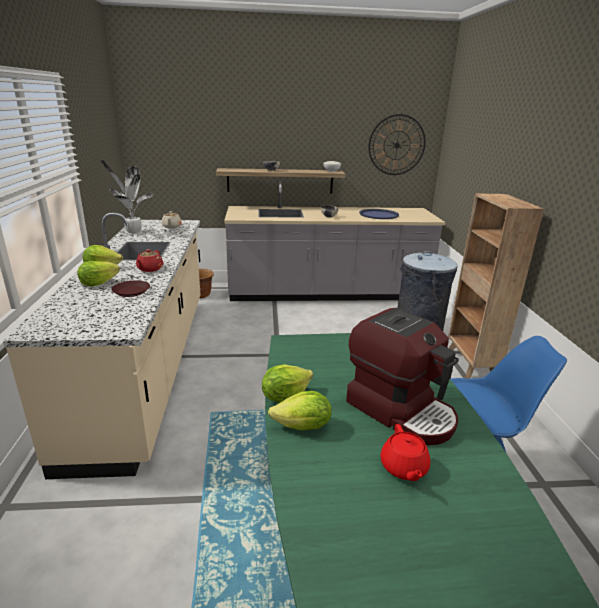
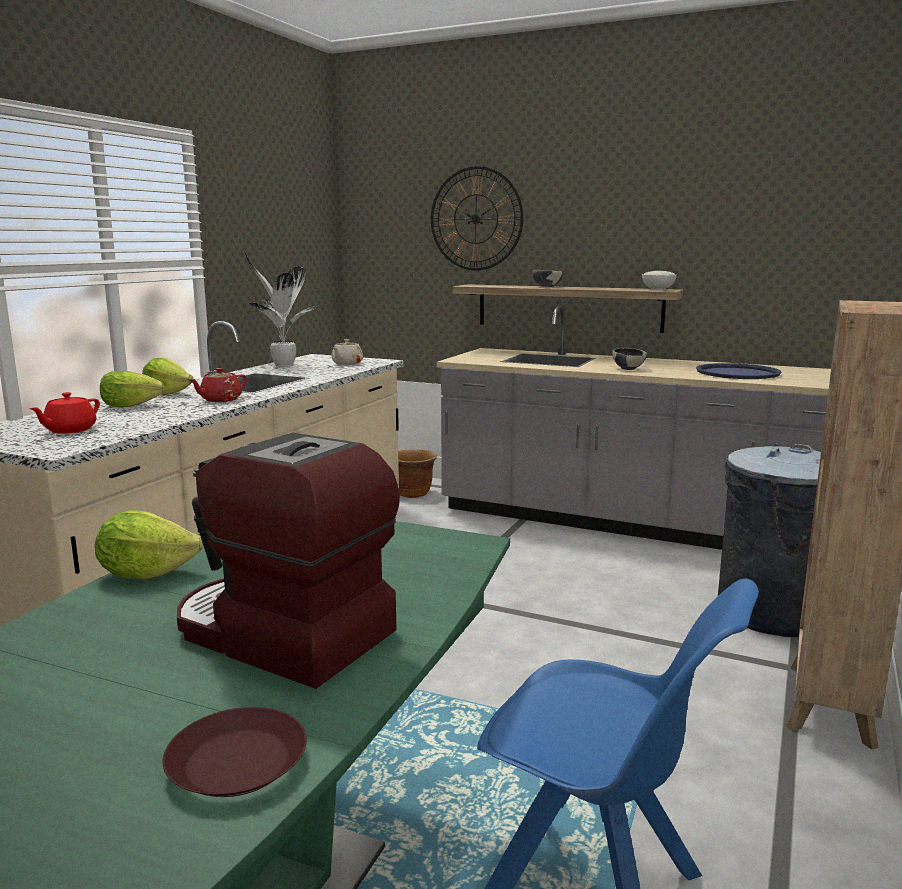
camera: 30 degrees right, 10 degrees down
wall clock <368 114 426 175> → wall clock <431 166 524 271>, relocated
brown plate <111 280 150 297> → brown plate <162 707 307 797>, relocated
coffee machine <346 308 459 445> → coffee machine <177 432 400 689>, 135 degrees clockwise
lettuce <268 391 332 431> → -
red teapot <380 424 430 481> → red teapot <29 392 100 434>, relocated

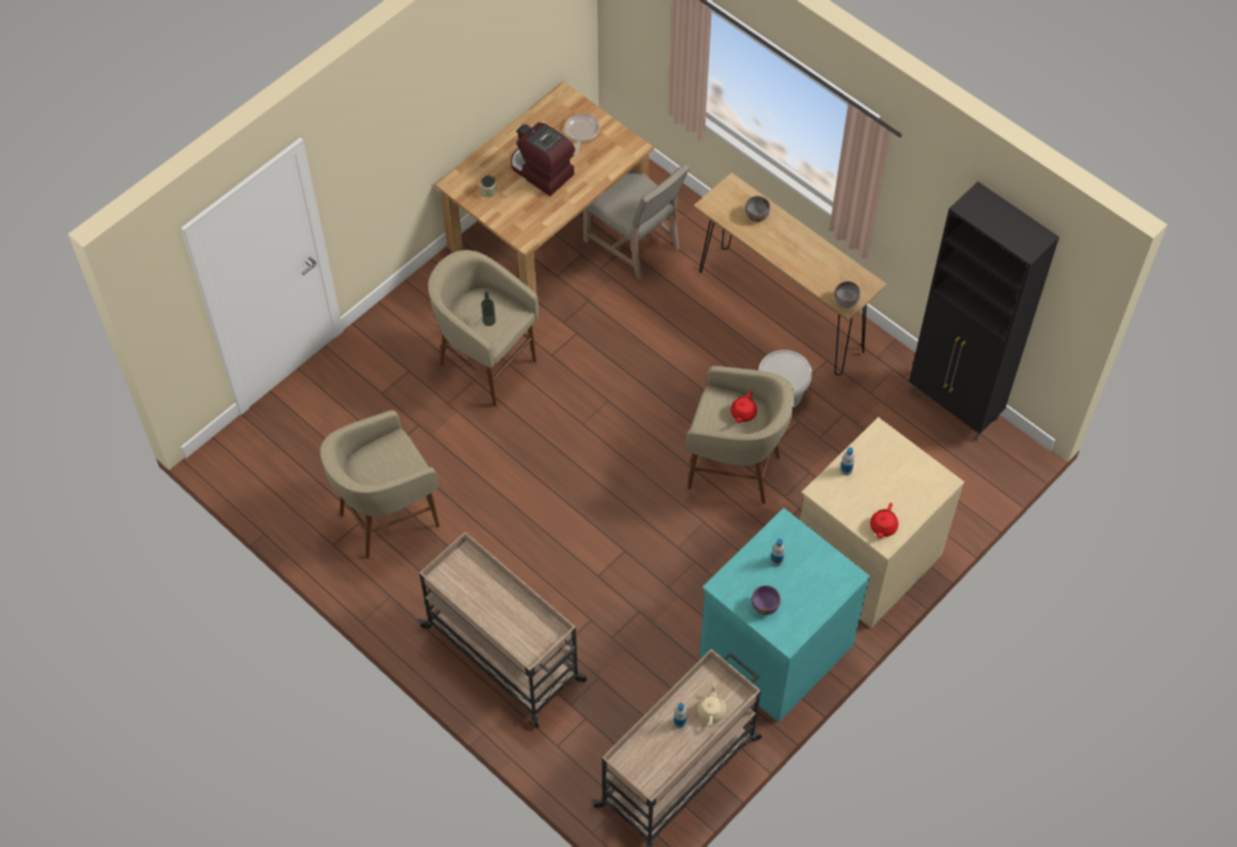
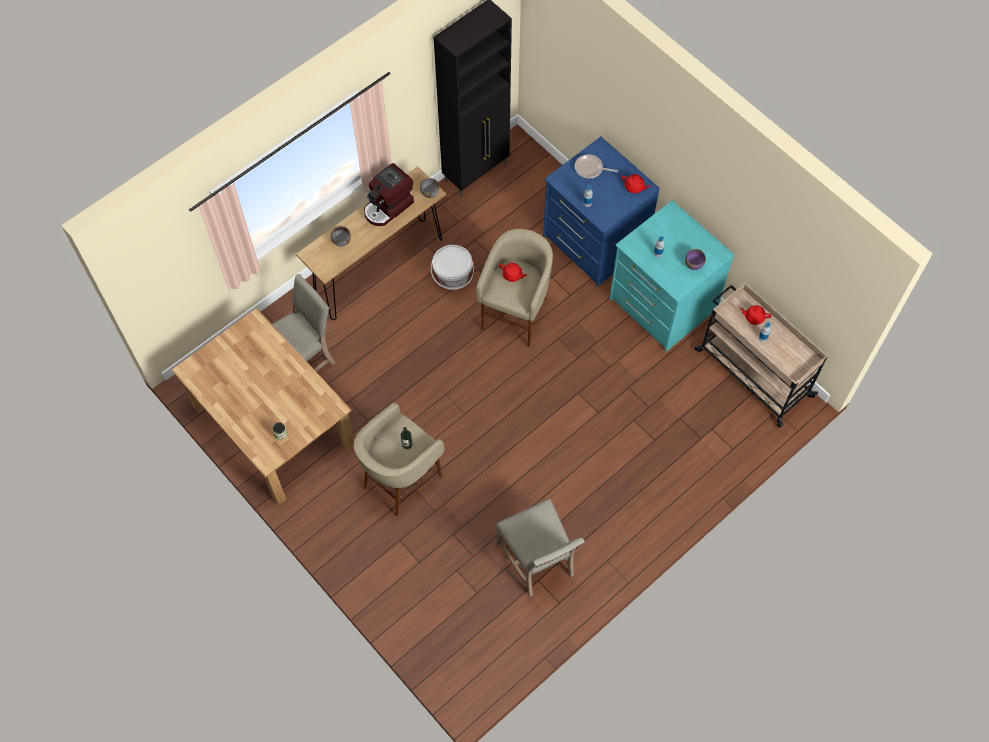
camera: 85 degrees left, 5 degrees up
frying pan <564 114 600 156> → frying pan <575 154 618 178>, relocated
coffee machine <511 122 575 196> → coffee machine <364 163 414 226>, relocated
beige stool <320 410 440 559> → beige chair <496 498 585 597>
beige dresser <800 417 964 628> → blue dresser <543 136 660 287>
beige cart <418 532 587 728> → -
beige teapot <697 681 726 727> → red teapot <740 305 772 325>

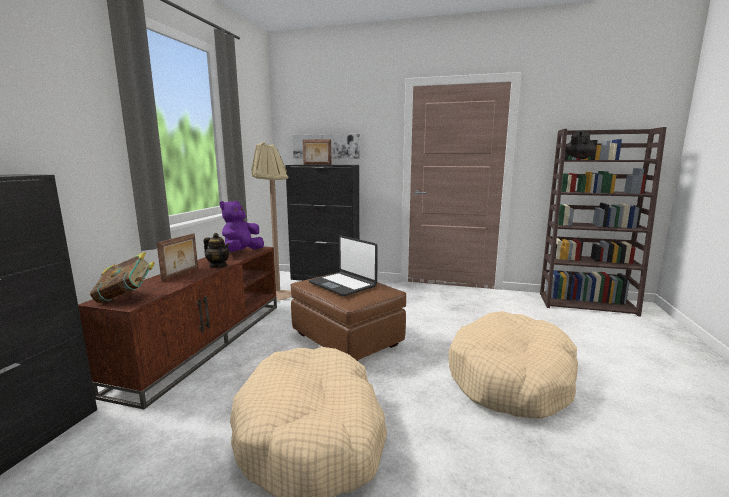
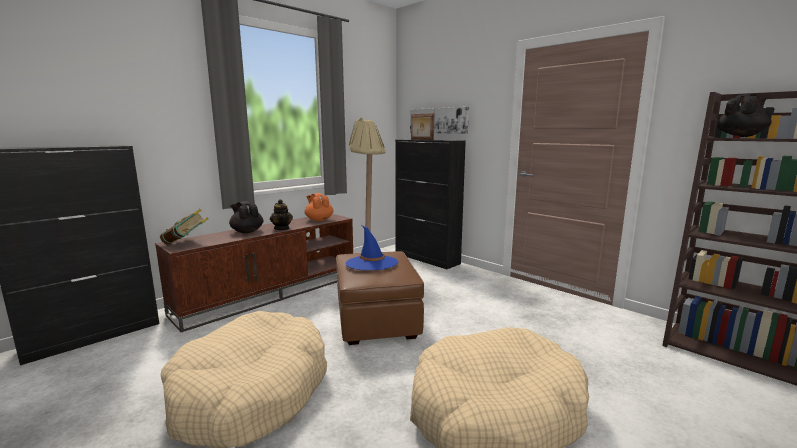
camera: 30 degrees right, 0 degrees up
purple plush toy <219 201 264 252> → orange teapot <304 193 334 221>
picture frame <156 233 198 281> → black teapot <229 201 264 233>
laptop <309 235 378 296> → blue hat <346 225 398 270>

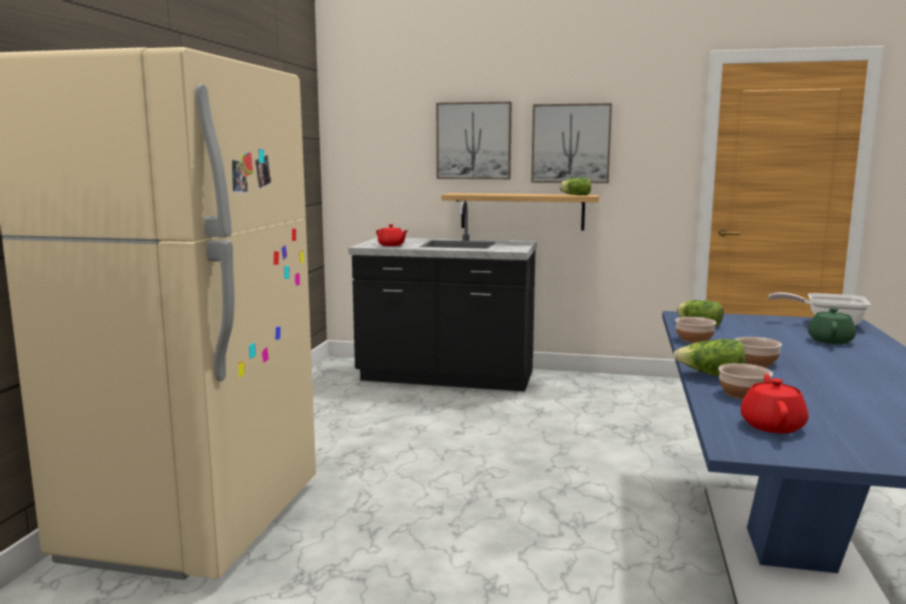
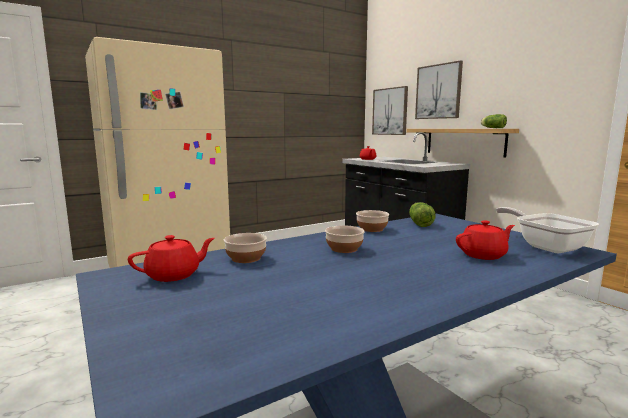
camera: 45 degrees right, 0 degrees up
picture <531 103 612 183> → picture <372 86 408 135>, relocated
green teapot <808 308 856 344> → red teapot <456 220 515 260>
lettuce <673 339 746 377> → -

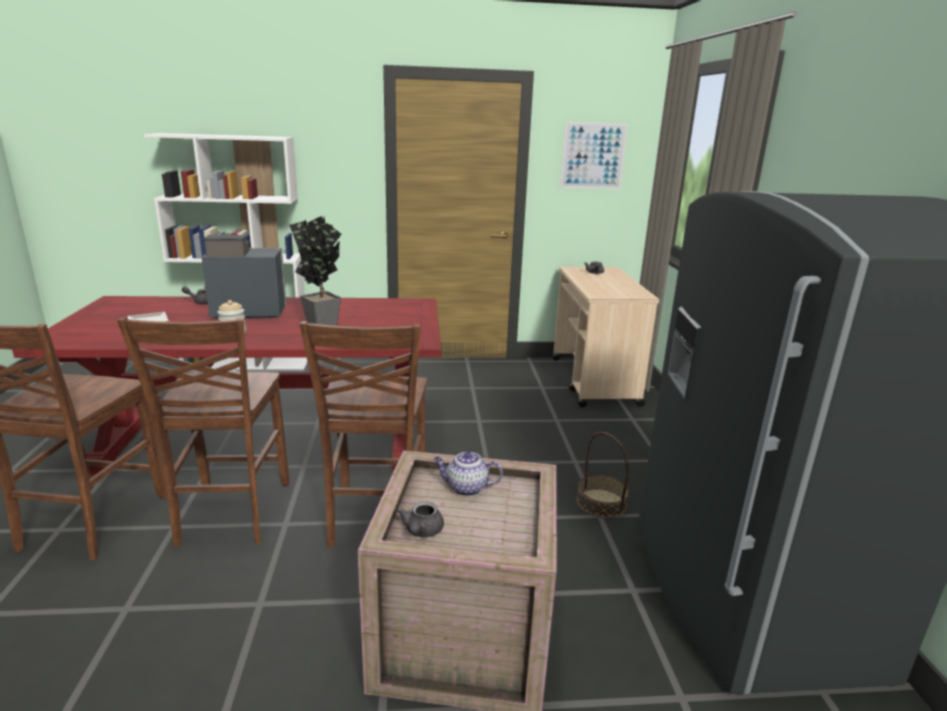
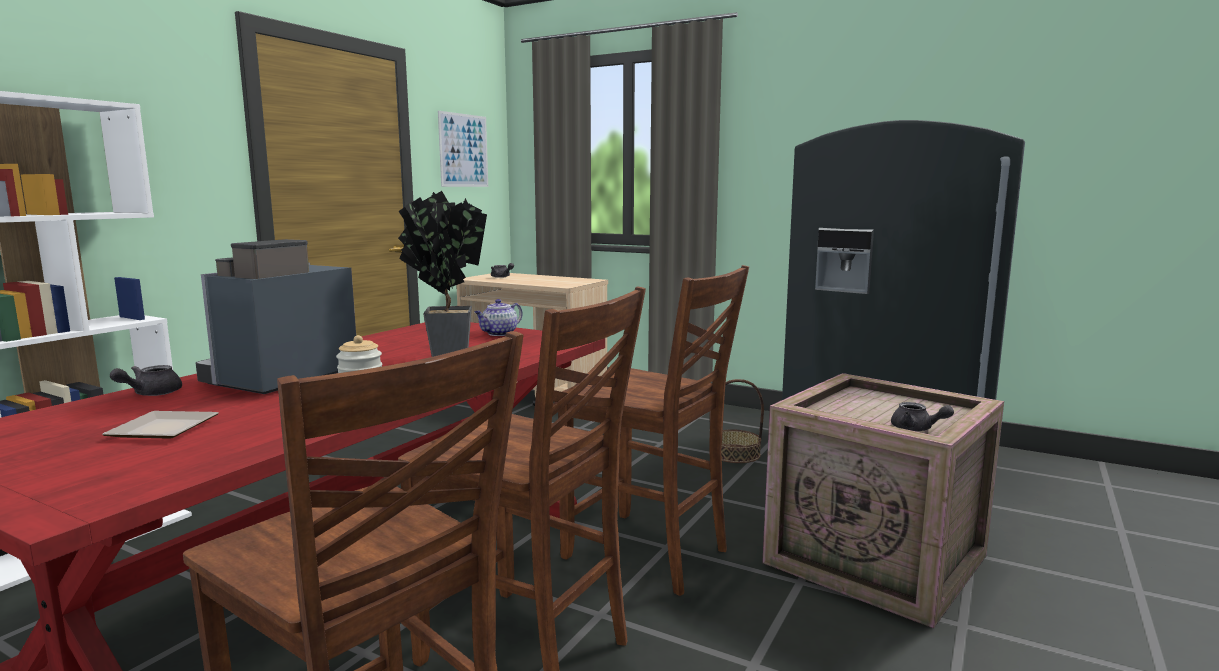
camera: 55 degrees left, 10 degrees down
teapot <434 451 503 496> → teapot <475 299 523 336>, relocated

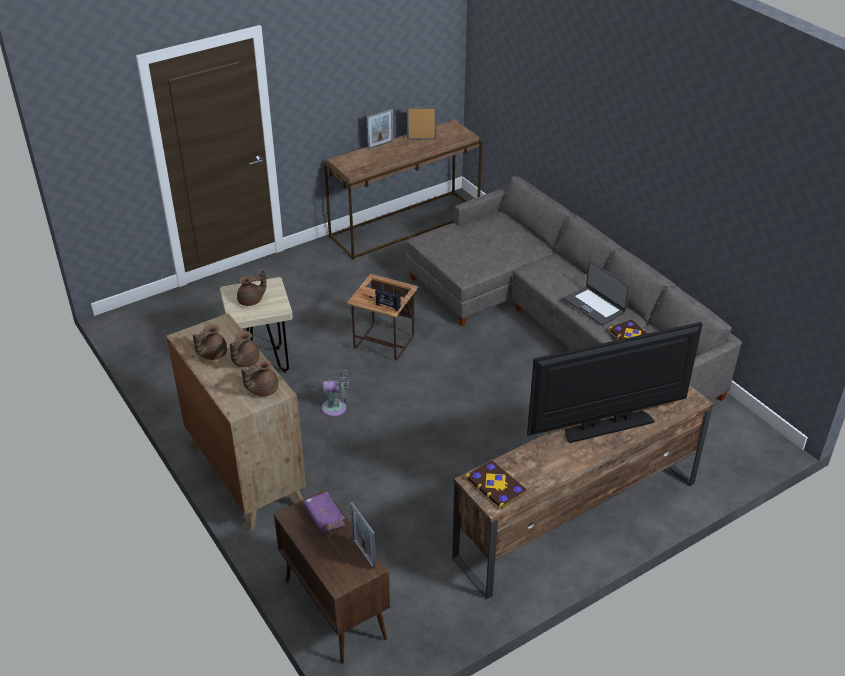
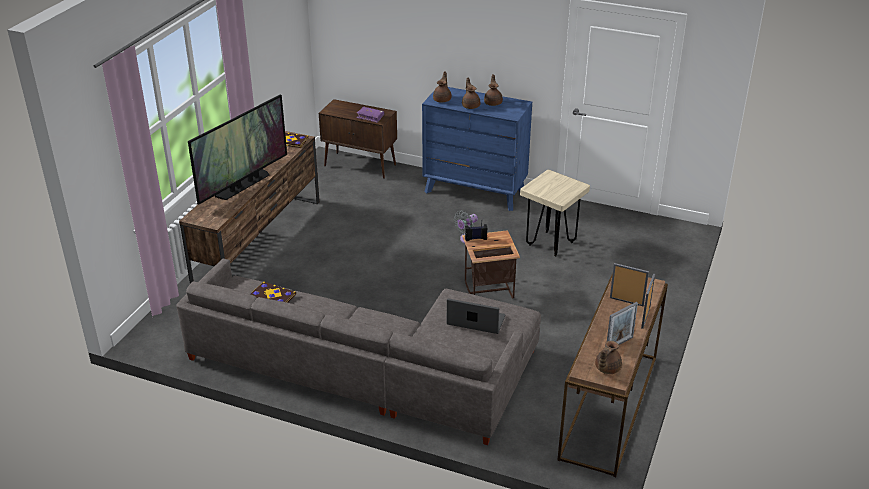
camera: 145 degrees right, 5 degrees down
laptop <564 261 630 326> → laptop <447 298 506 334>, relocated
brown teapot <237 270 267 306> → brown teapot <595 341 622 374>, relocated
brown dresser <166 313 306 532> → blue dresser <422 87 532 211>
picture frame <350 502 377 571> → picture frame <610 263 649 307>, relocated

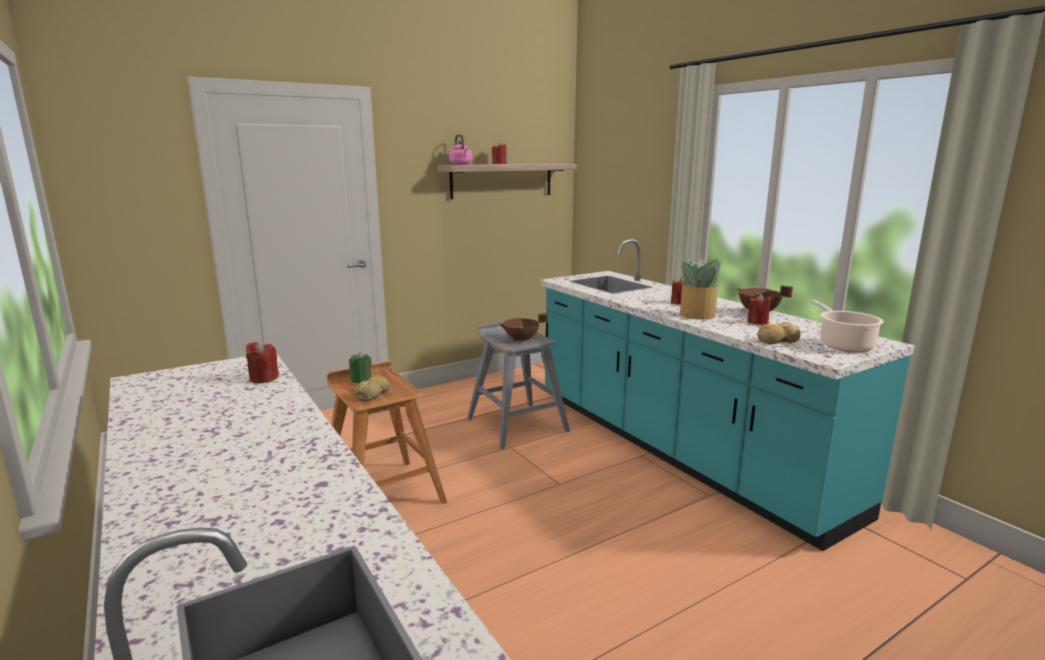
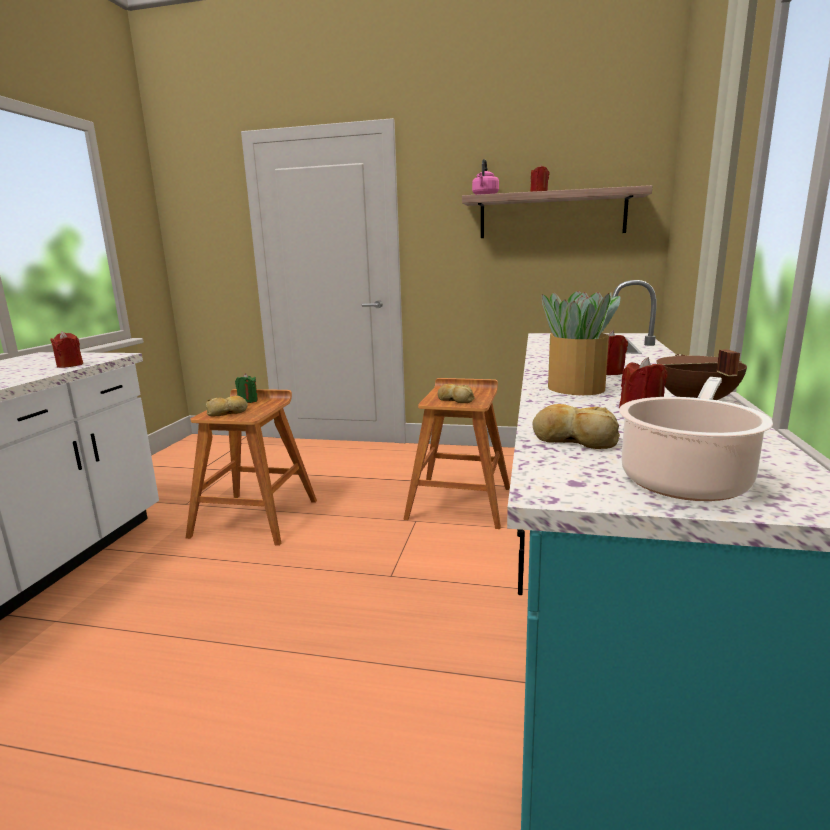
camera: 45 degrees right, 0 degrees up
brown cooking pot <499 313 547 343> → bread <438 384 475 403>
grey stool <467 322 570 449> → brown stool <403 378 510 529>

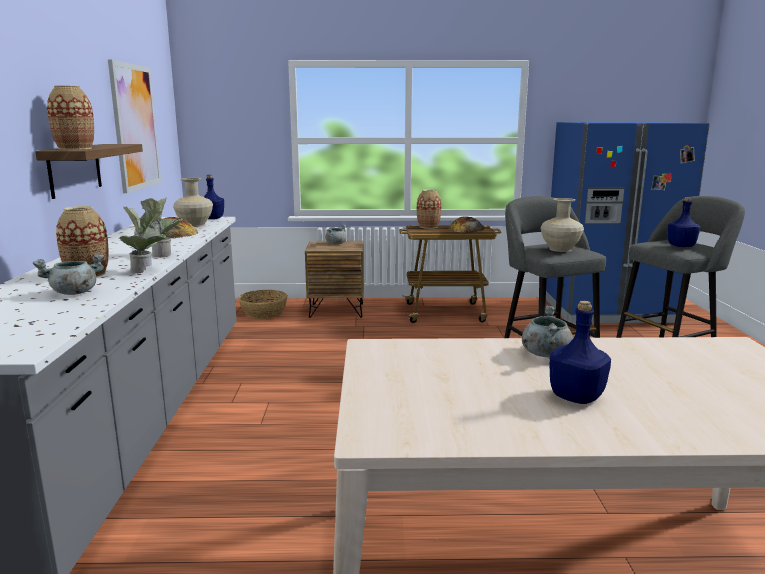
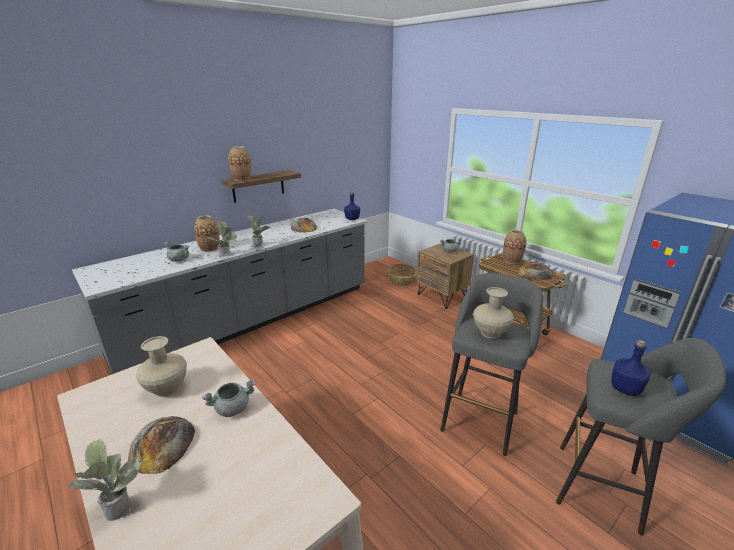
camera: 50 degrees right, 10 degrees up
picture <108 60 161 193> → -
beige vase <173 178 213 227> → beige vase <136 336 187 397>, relocated
blue bottle <549 301 611 404> → bread <128 416 196 474>
- → potted plant <69 439 142 521>

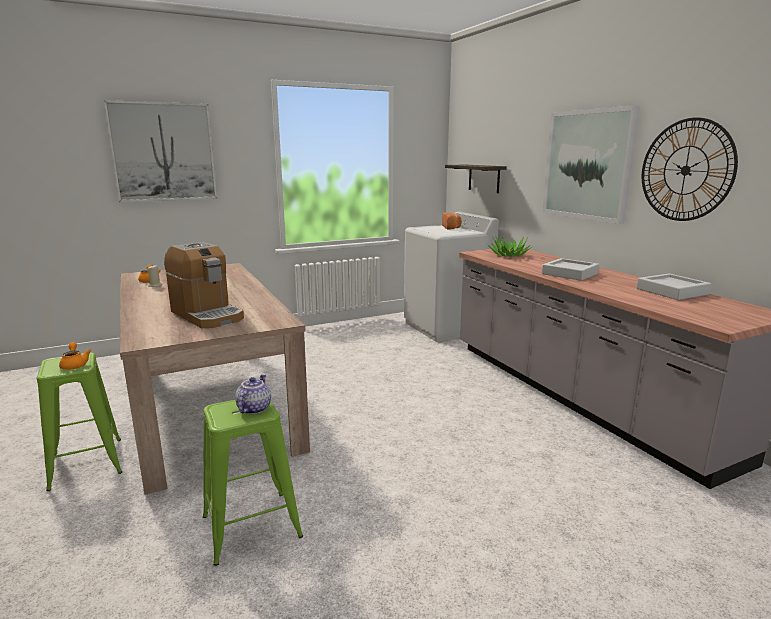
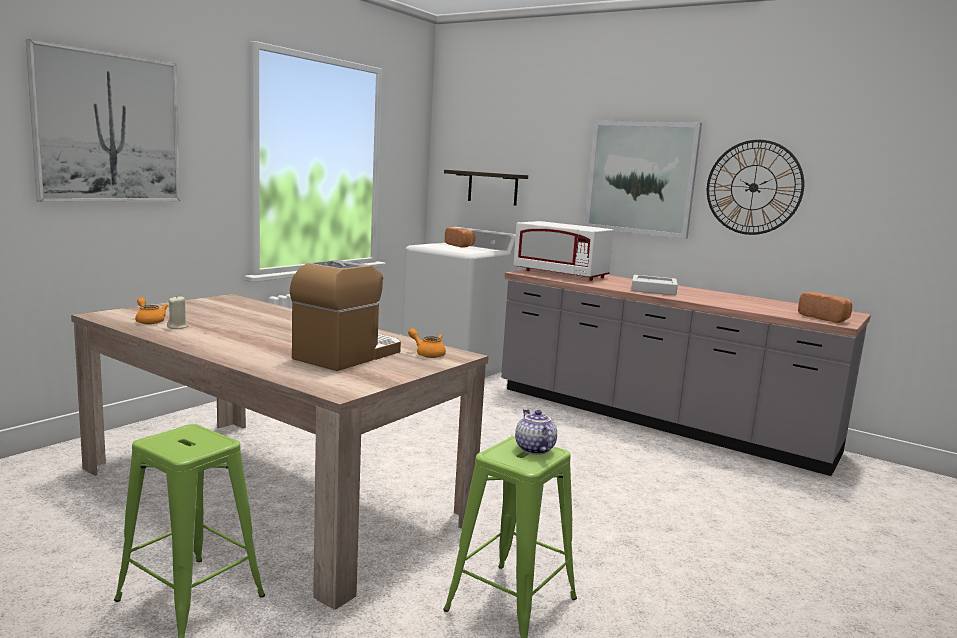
camera: 30 degrees left, 5 degrees down
potted plant <487 235 532 257> → white microwave <514 221 614 281>
coffee machine <164 242 244 328> → coffee machine <290 260 401 371>, 75 degrees counterclockwise
grey tray <637 273 712 300> → -
orange teapot <59 342 91 370> → orange teapot <408 329 446 358>, relocated
- → bread <798 292 852 323>

